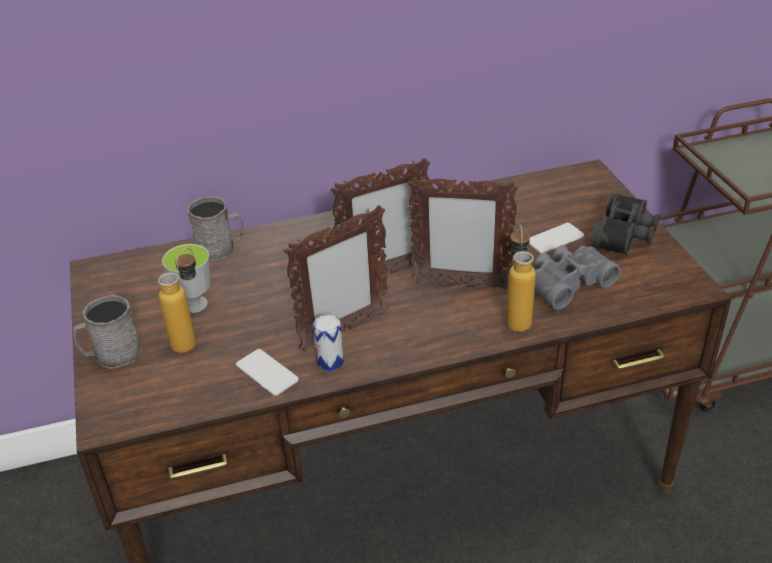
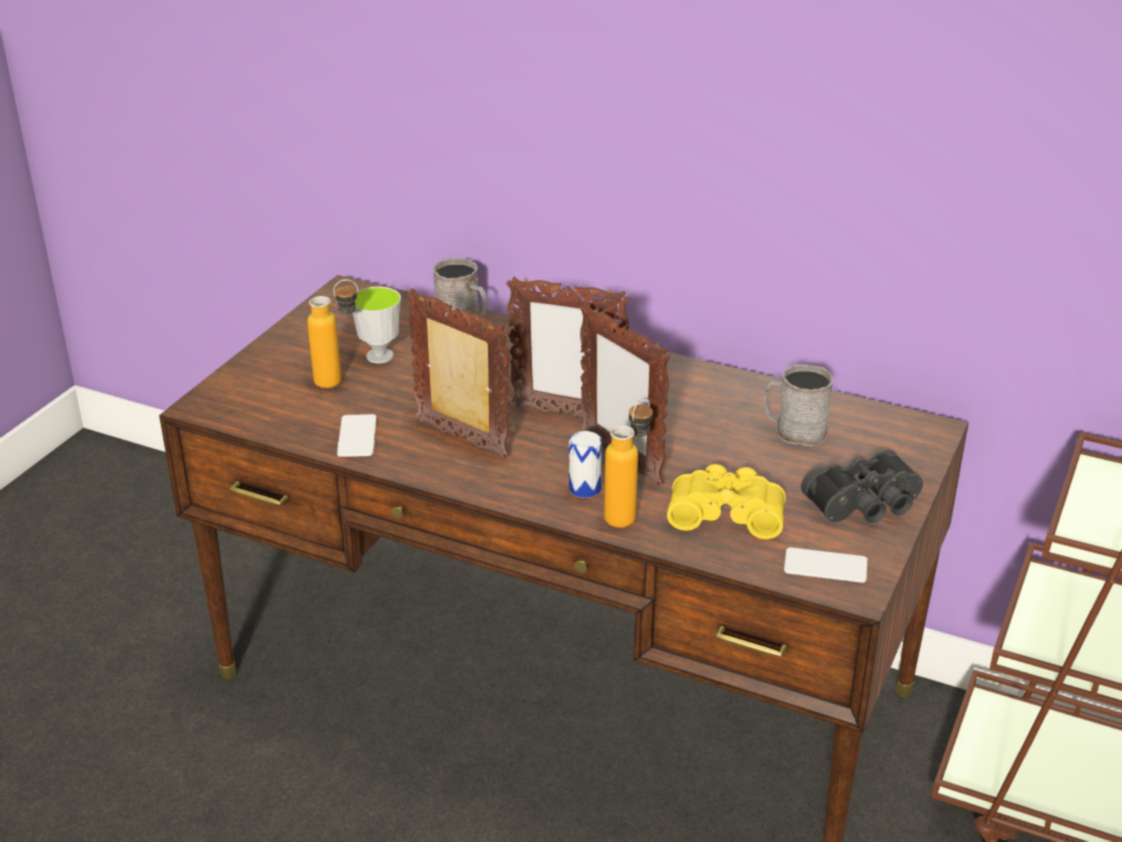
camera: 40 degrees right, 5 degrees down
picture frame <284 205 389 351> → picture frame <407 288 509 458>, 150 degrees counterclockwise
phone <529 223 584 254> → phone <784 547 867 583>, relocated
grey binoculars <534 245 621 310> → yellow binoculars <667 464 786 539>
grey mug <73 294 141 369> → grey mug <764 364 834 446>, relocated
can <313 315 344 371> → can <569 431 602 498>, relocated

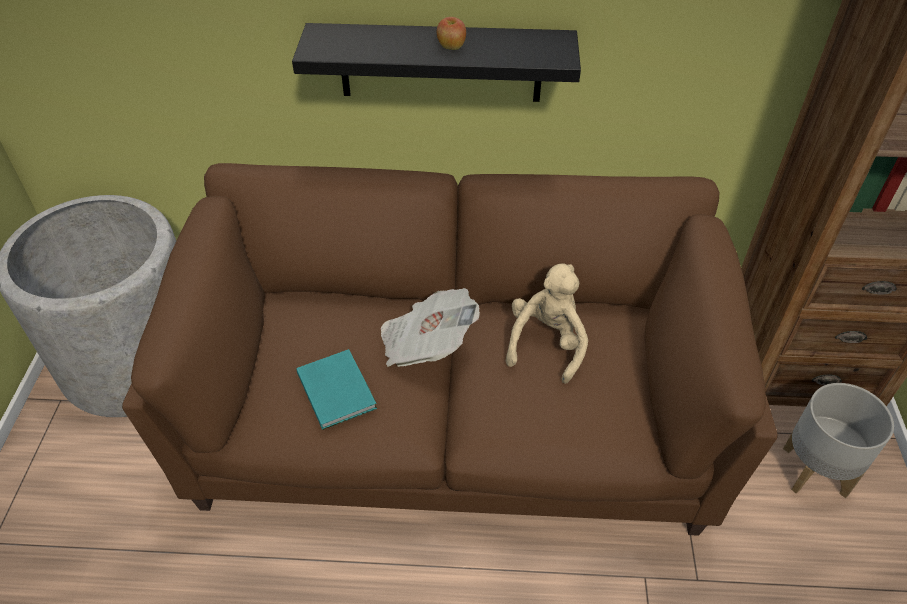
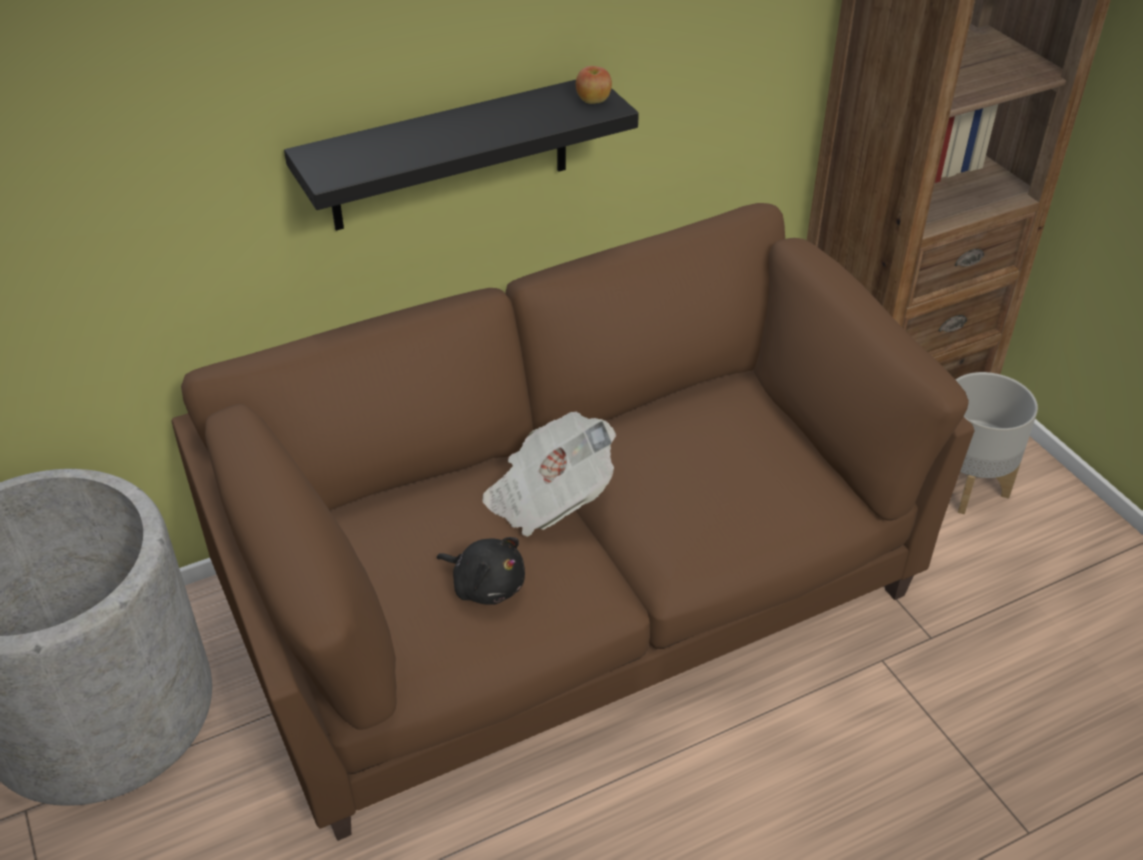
camera: 30 degrees left, 5 degrees down
apple <437 17 466 50> → apple <576 66 612 104>, relocated
beige plush toy <506 264 588 384> → -
turquoise book <296 349 377 430> → black plush toy <437 537 525 605>

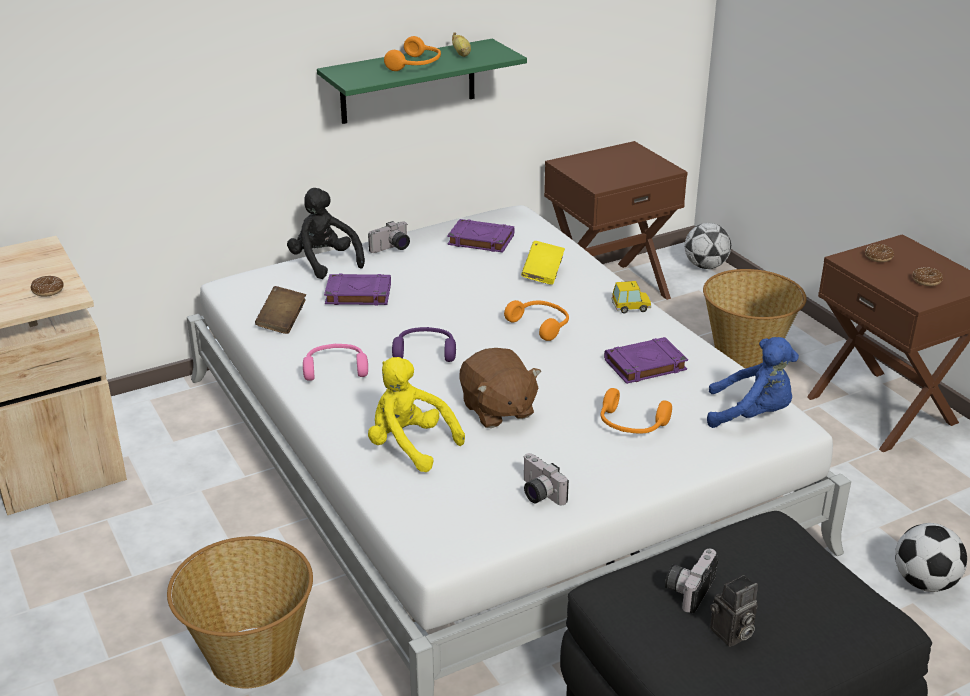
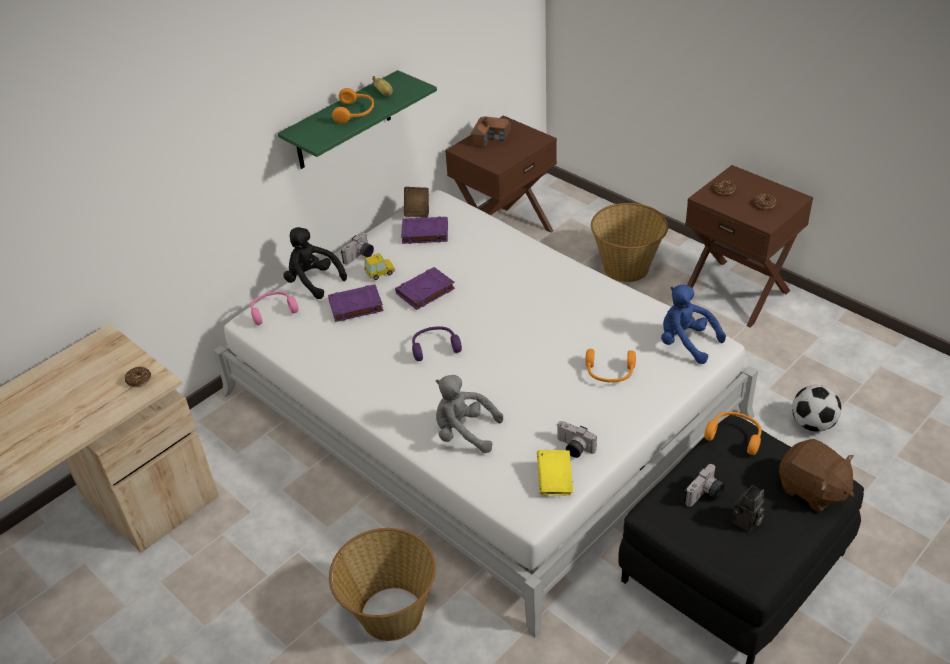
camera: 15 degrees left, 10 degrees up
football <685 223 731 269> → -
yellow book <521 241 565 285> → yellow book <537 450 573 495>, relocated
toy car <611 281 651 314> → toy car <364 253 395 280>, relocated
brown book <255 286 306 334> → brown book <404 187 429 218>, relocated
orange headphones <504 300 569 341> → orange headphones <704 412 762 455>, relocated
purple book <604 337 688 384> → purple book <395 267 455 310>, relocated
blue plush toy <707 337 799 428> → blue plush toy <661 285 726 364>, 135 degrees counterclockwise
pink headphones <303 344 368 381> → pink headphones <251 291 298 325>, relocated
brown plush toy <459 348 541 428> → brown plush toy <779 439 854 512>, relocated
yellow plush toy <368 357 465 472> → grey plush toy <436 375 503 453>
photo camera <665 549 719 613> → photo camera <684 464 725 507>, 150 degrees counterclockwise
- → toy house <471 116 511 148>

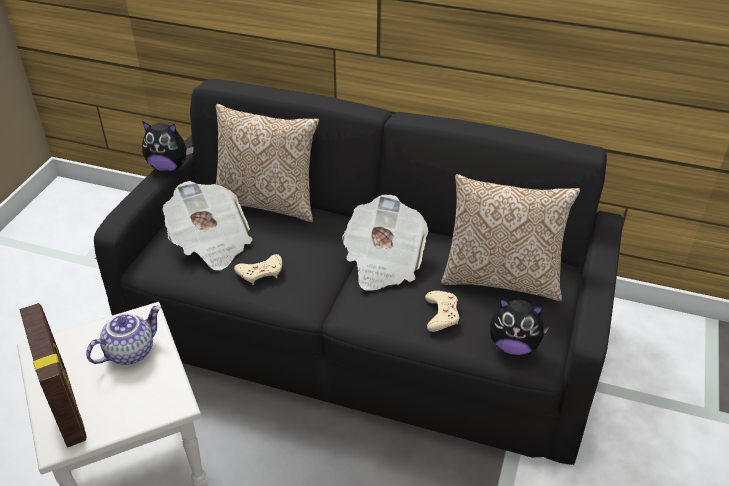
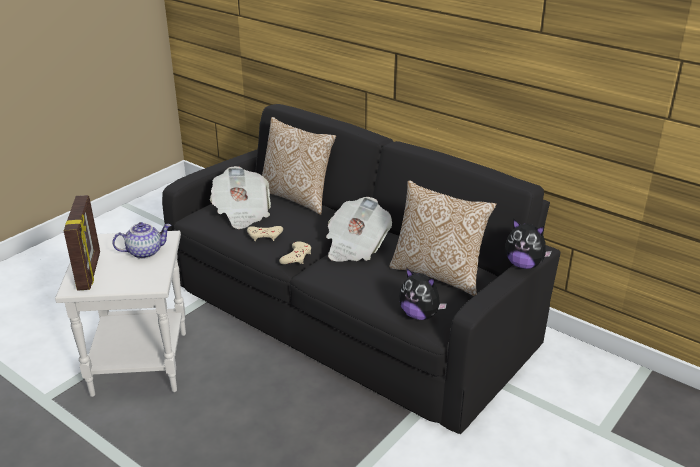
camera: 20 degrees right, 10 degrees down
plush toy <142 121 194 171> → plush toy <505 220 552 269>, relocated
beige game controller <425 291 460 332> → beige game controller <279 241 311 264>, relocated

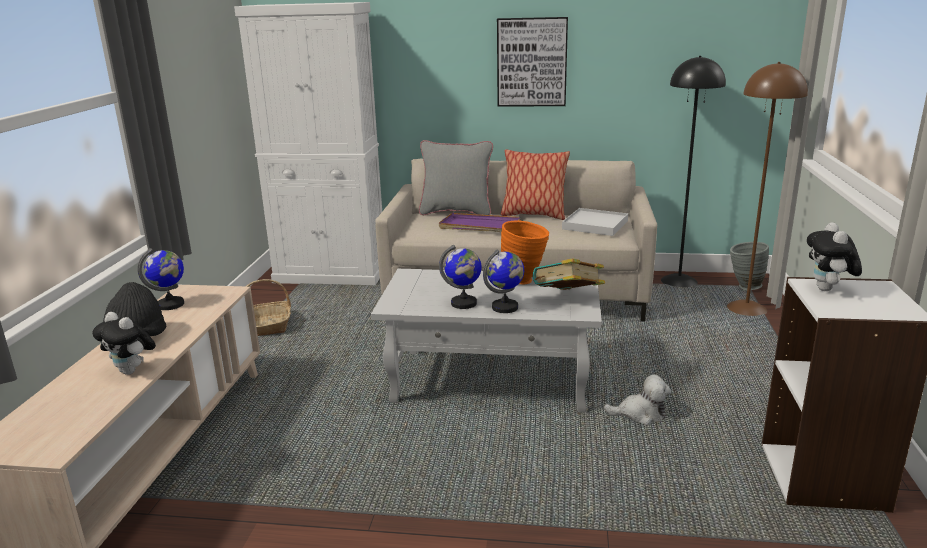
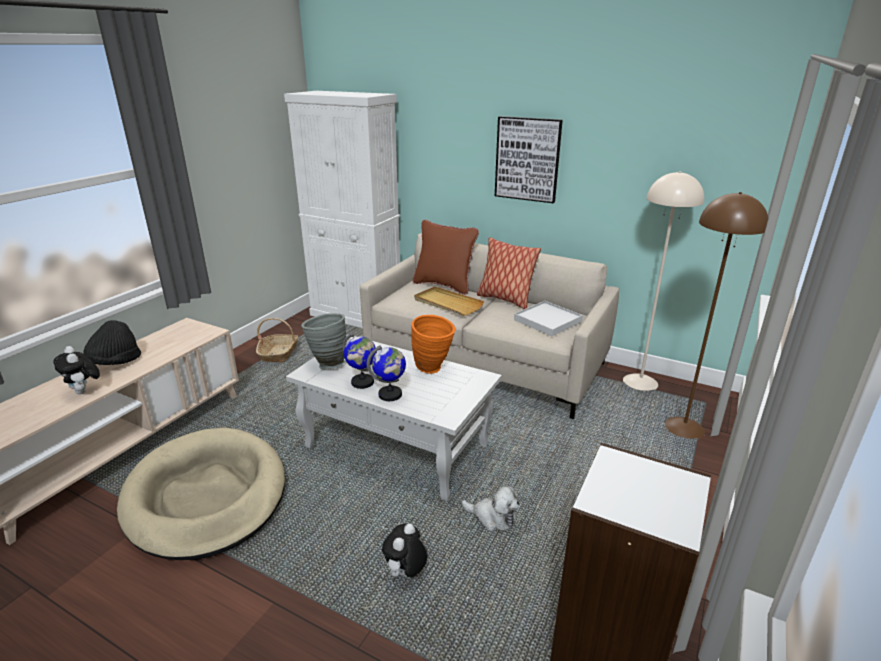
camera: 20 degrees right, 5 degrees up
black floor lamp <661 56 726 287> → beige floor lamp <623 171 704 391>
grey pillow <419 140 493 215> → brown pillow <413 220 479 295>
purple tray <439 213 520 232> → beige tray <414 287 484 316>
plush toy <807 222 862 291> → plush toy <382 524 427 579>, relocated
grey vase <730 242 769 290> → grey vase <301 313 346 369>, relocated
globe <137 248 184 310> → -
book <533 258 605 290> → -
- → beige dog bed <117 427 285 560>

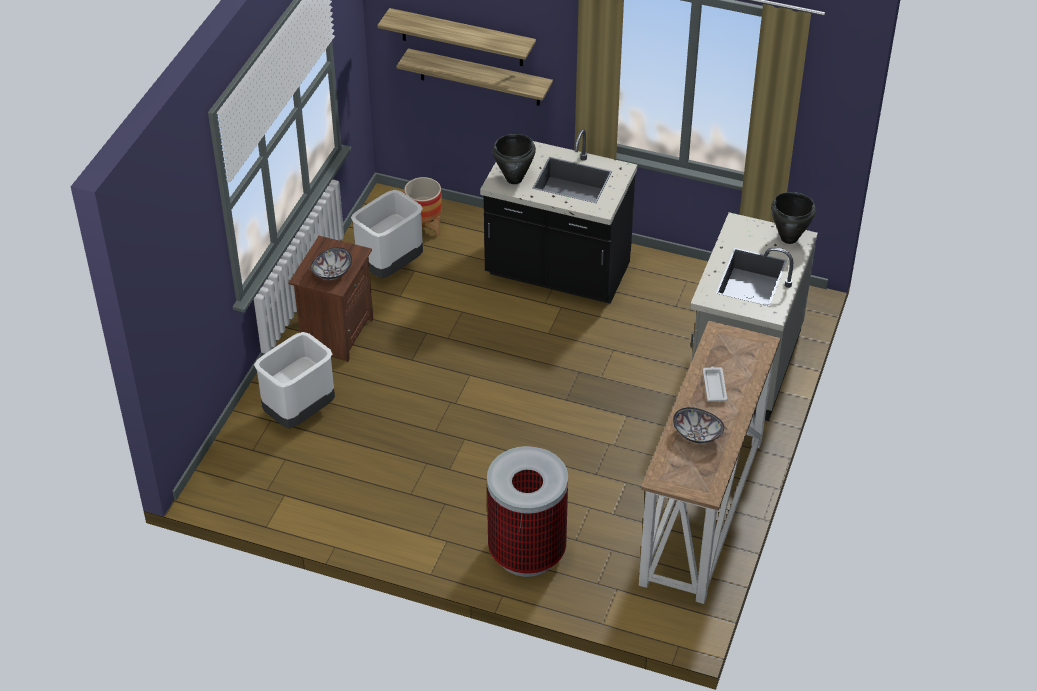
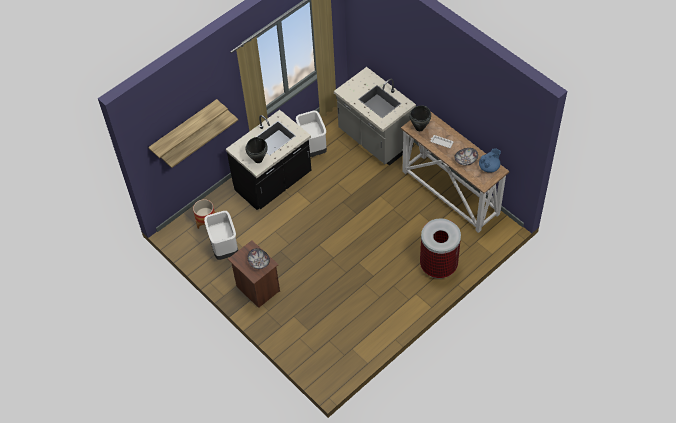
camera: 60 degrees left, 10 degrees up
black cooking pot <771 192 816 244> → black cooking pot <409 105 431 131>, relocated
white trash can <254 332 335 429> → white trash can <296 111 327 157>, relocated
- → blue teapot <479 148 501 173>

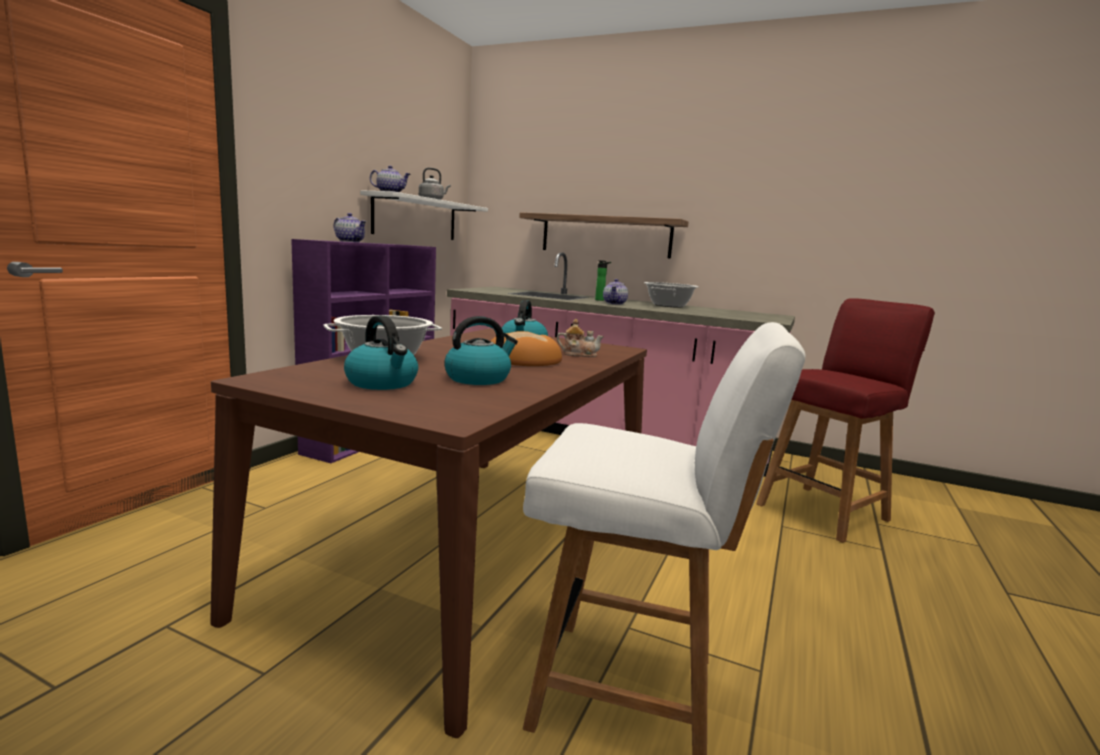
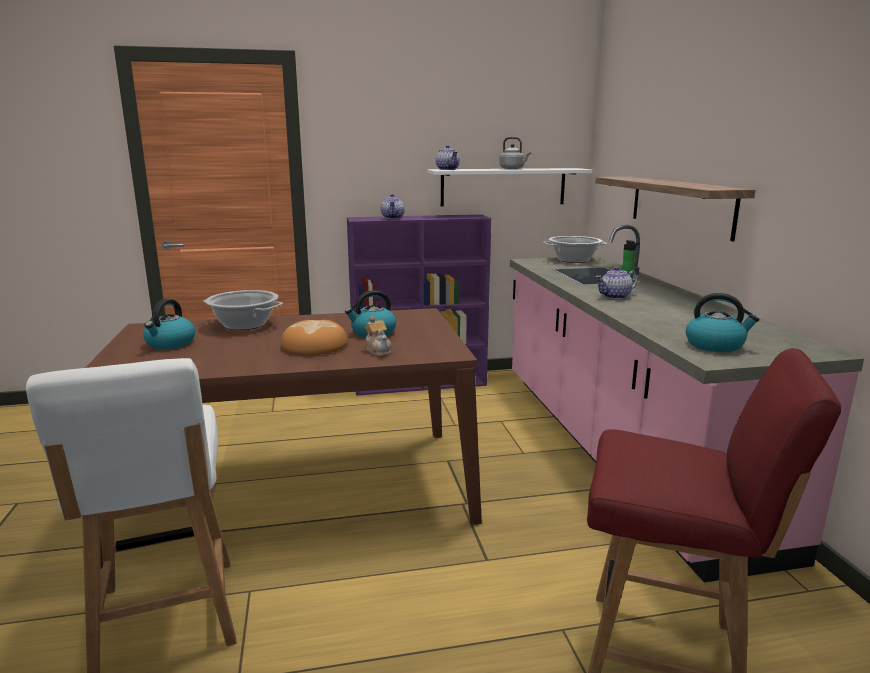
camera: 55 degrees right, 5 degrees up
cooking pot <644 282 699 308> → cooking pot <543 236 607 263>, relocated
kettle <444 316 518 385> → kettle <686 293 760 352>, relocated

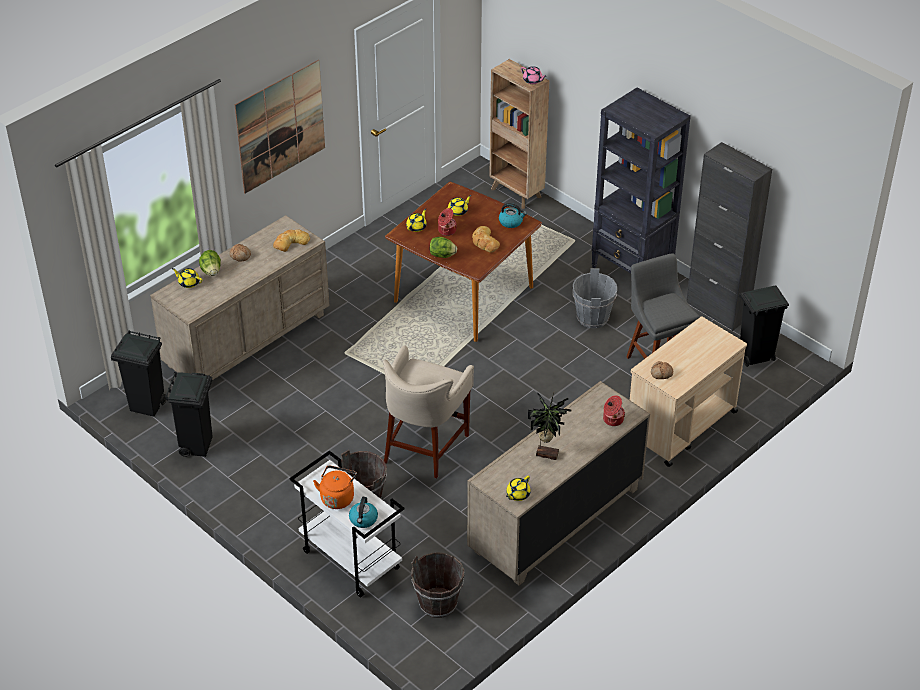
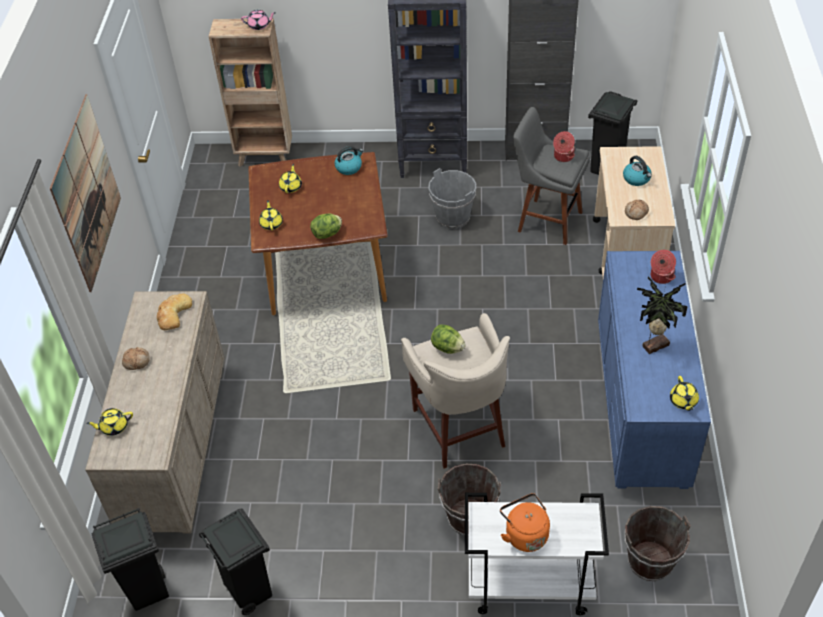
camera: 40 degrees left, 5 degrees up
cooking pot <438 208 457 236> → cooking pot <553 131 575 162>, relocated
bread <472 226 500 253> → -
lettuce <199 250 221 276> → lettuce <431 324 466 354>, relocated
beige dresser <467 381 650 586> → blue dresser <598 251 711 489>
kettle <349 497 378 528> → kettle <623 156 652 186>, relocated

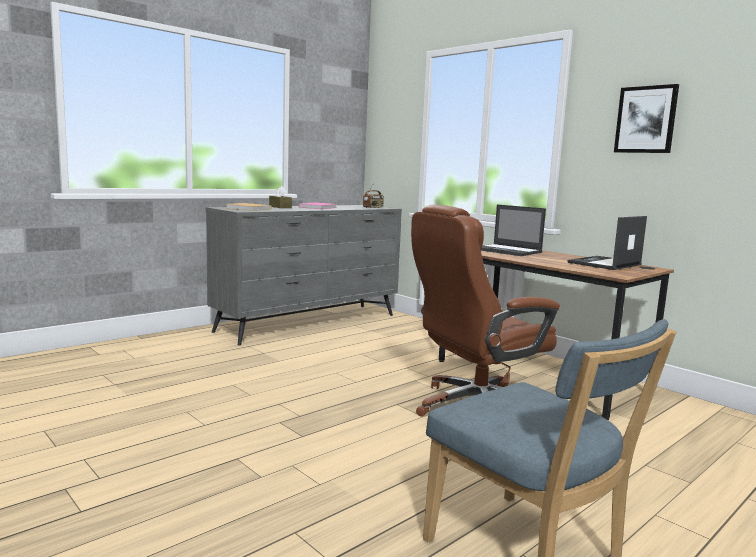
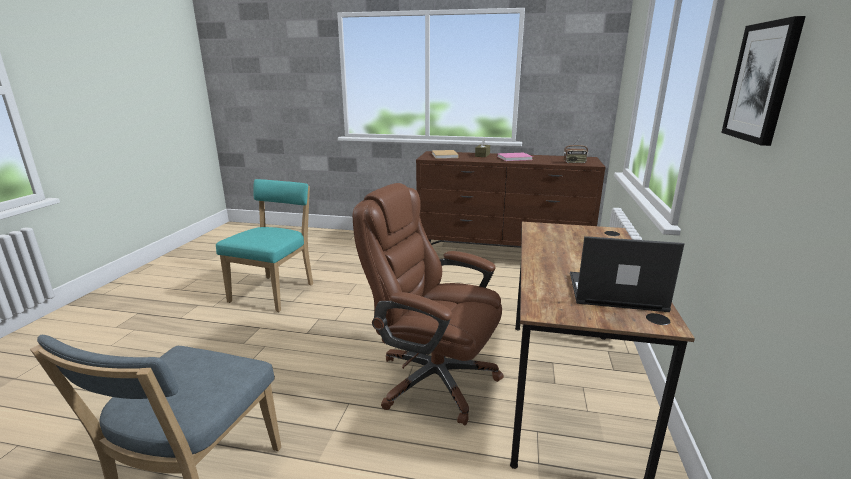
camera: 55 degrees right, 10 degrees up
grey dresser <206 205 402 346> → brown dresser <416 151 606 248>
laptop <481 205 546 256> → -
- → turquoise chair <216 179 313 312>

